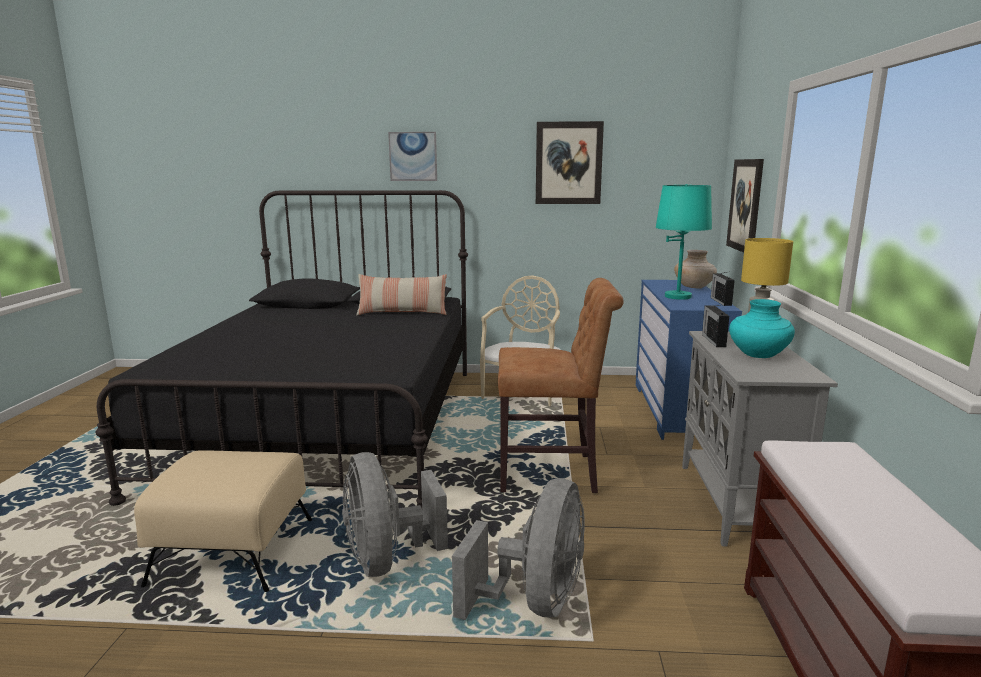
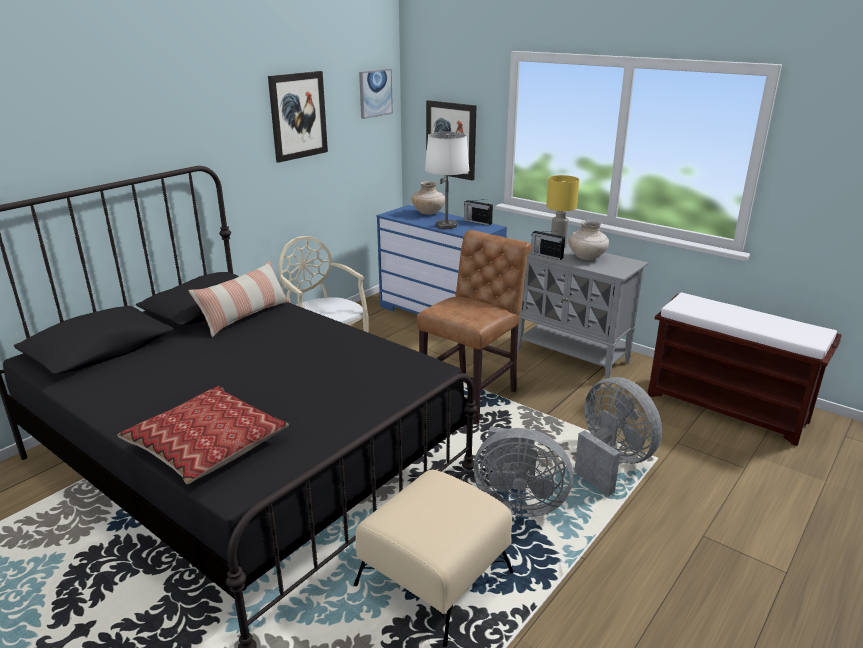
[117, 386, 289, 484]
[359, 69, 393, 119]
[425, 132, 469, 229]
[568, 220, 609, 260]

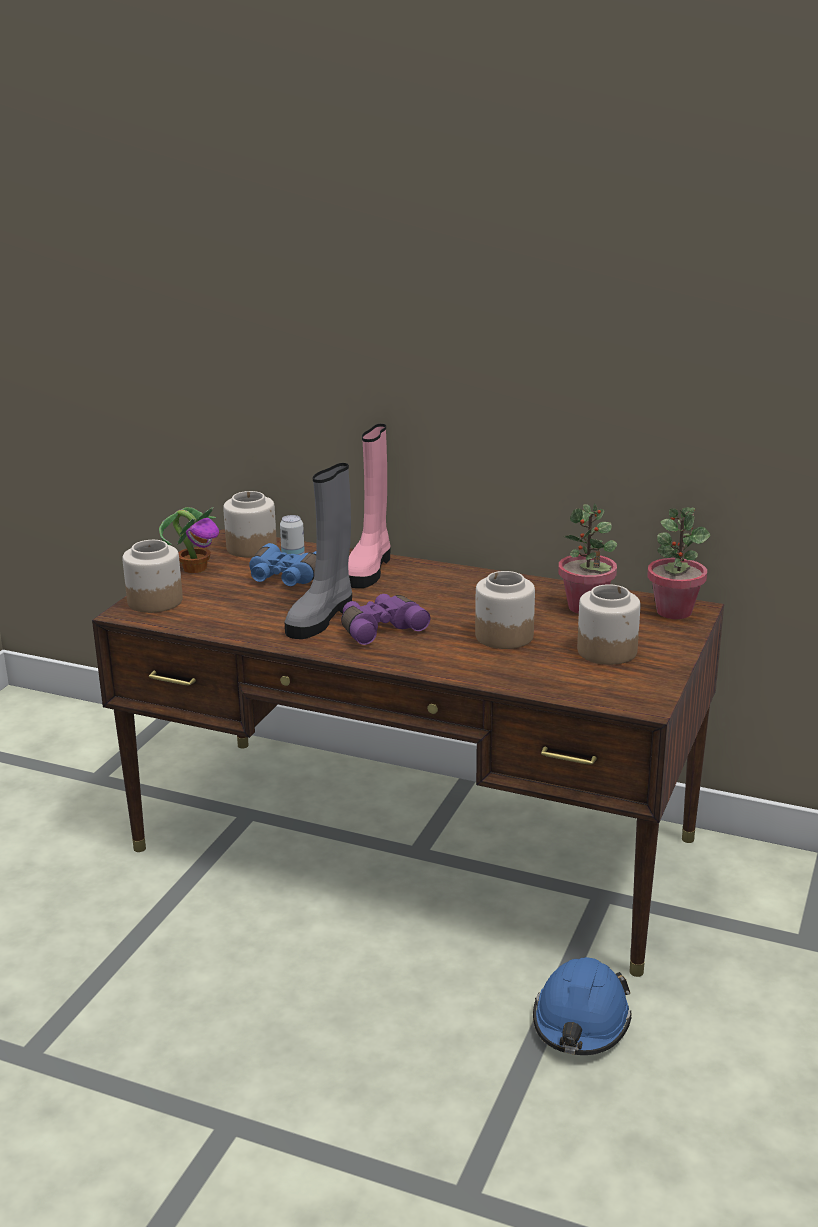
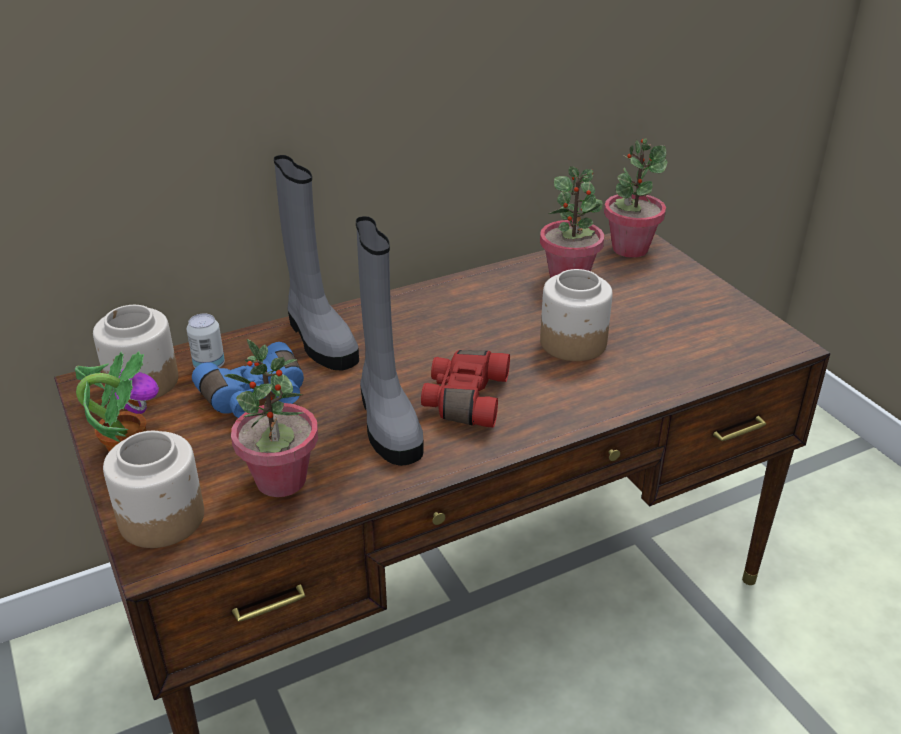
[533, 957, 632, 1055] (first image)
[577, 584, 640, 665] (first image)
[224, 339, 318, 497]
[421, 350, 510, 428]
[274, 155, 359, 371]

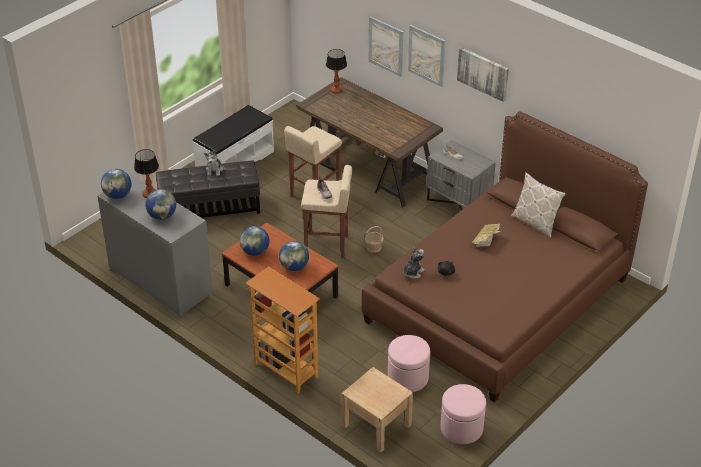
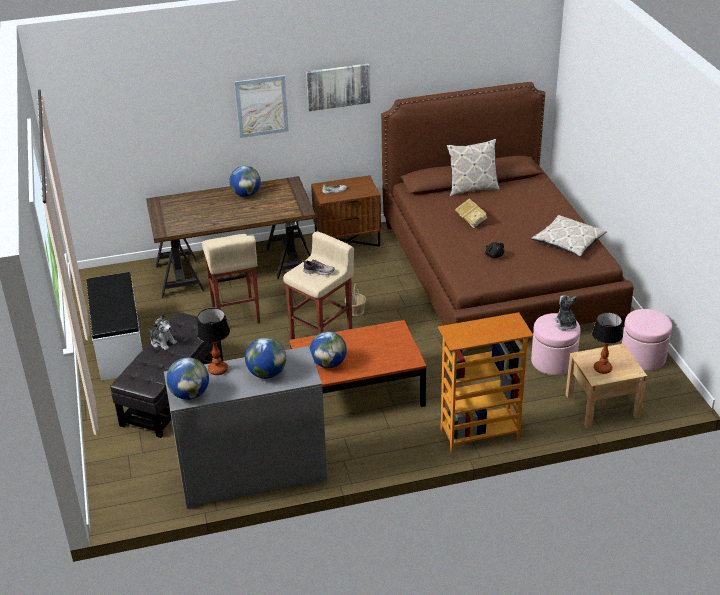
[369, 16, 403, 77] (first image)
[531, 215, 607, 257]
[229, 166, 261, 197]
[592, 312, 623, 374]
[554, 295, 577, 330]
[311, 175, 381, 247]

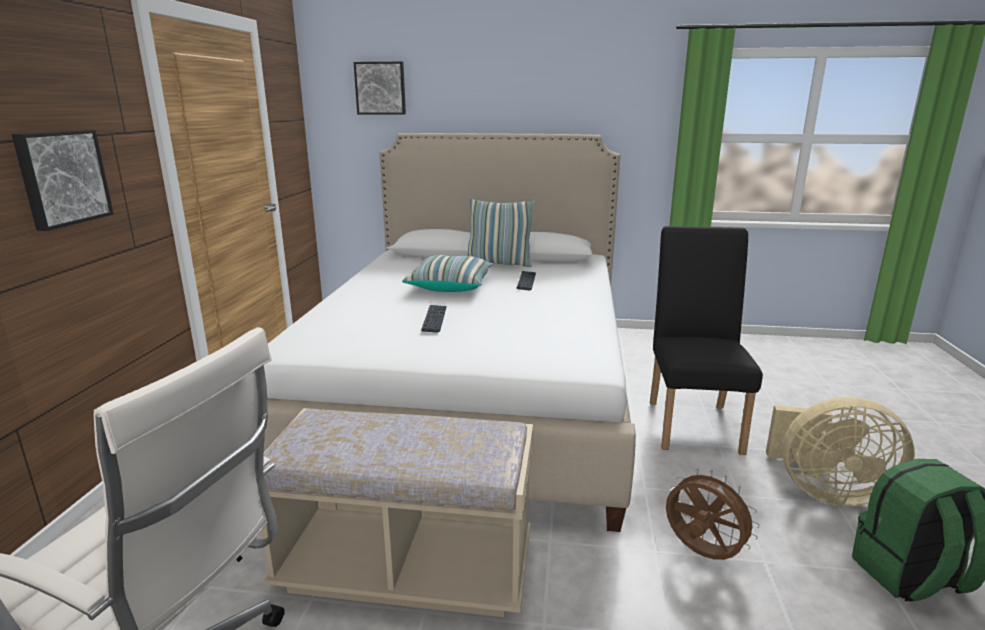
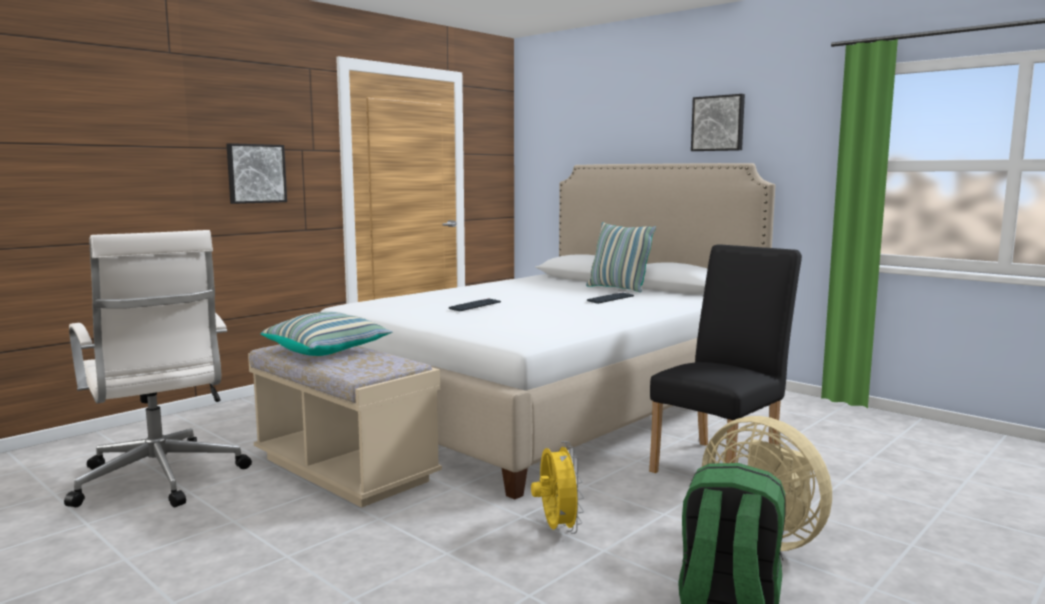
[691, 94, 745, 151]
[261, 312, 393, 356]
[531, 441, 584, 534]

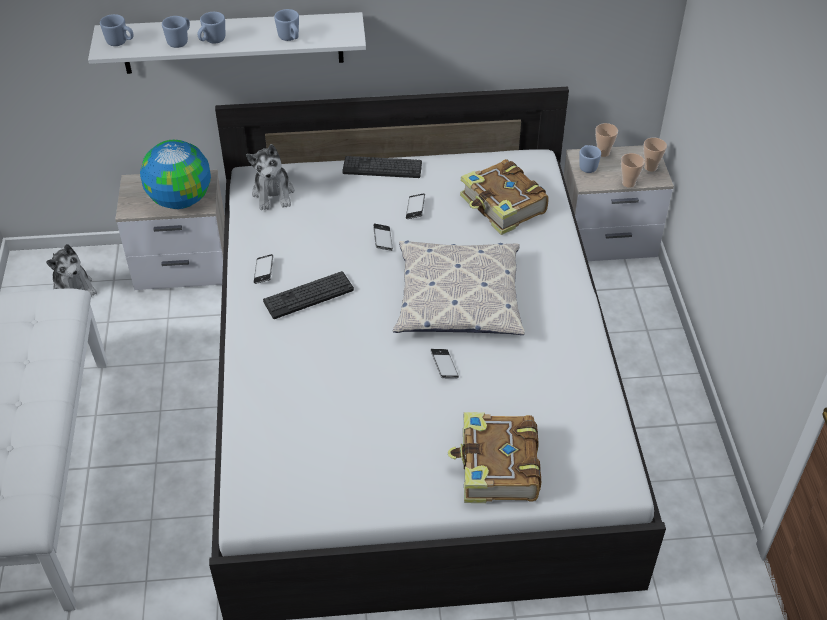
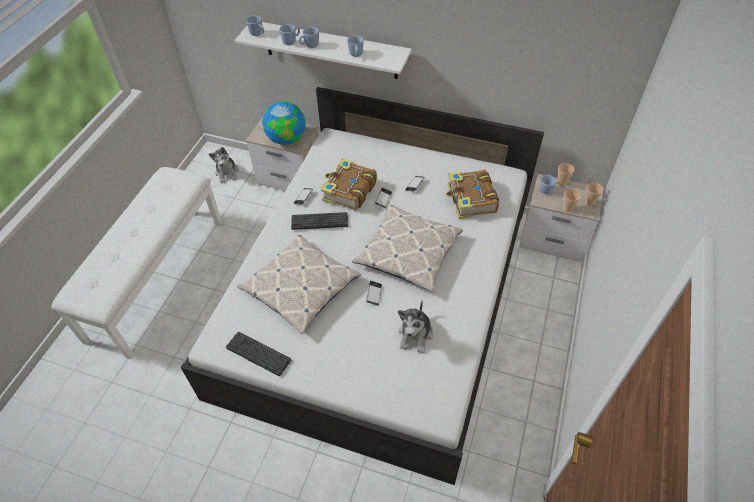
[237, 233, 361, 335]
[398, 301, 433, 353]
[226, 332, 291, 376]
[321, 158, 377, 211]

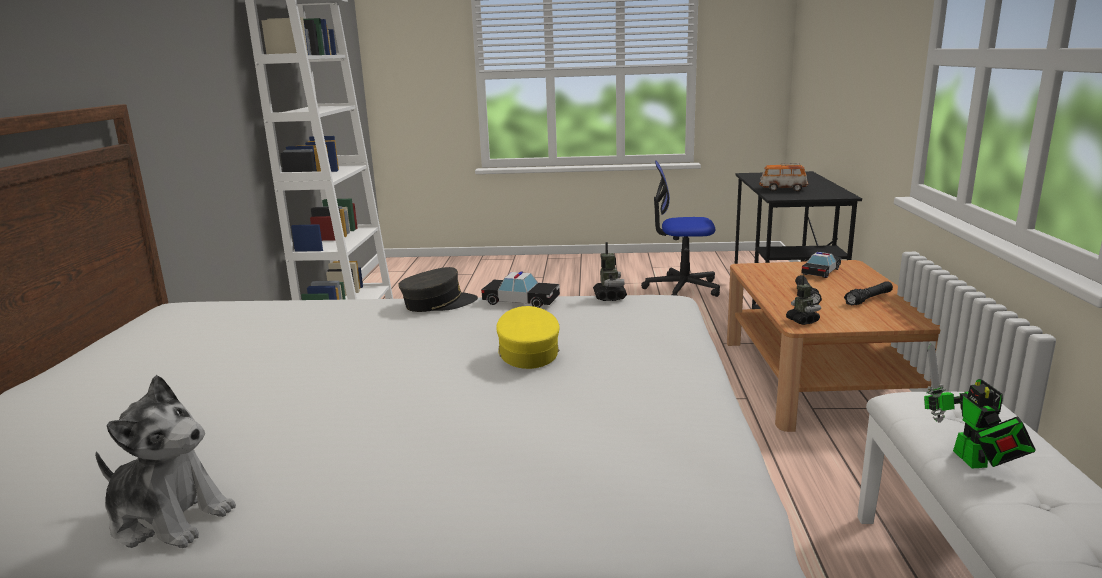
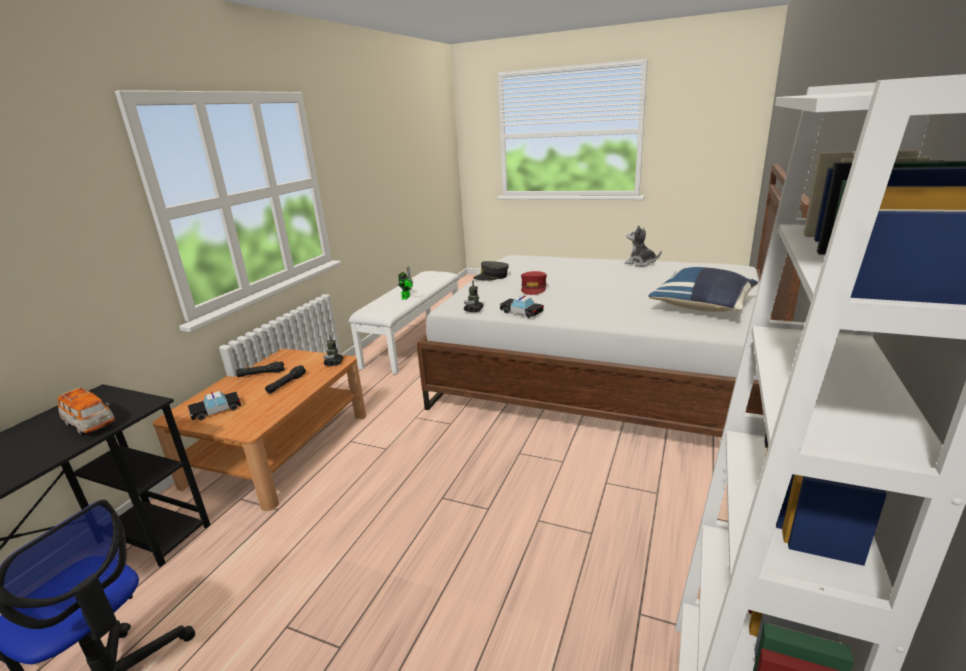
[648, 267, 758, 312]
[473, 261, 509, 281]
[521, 271, 547, 295]

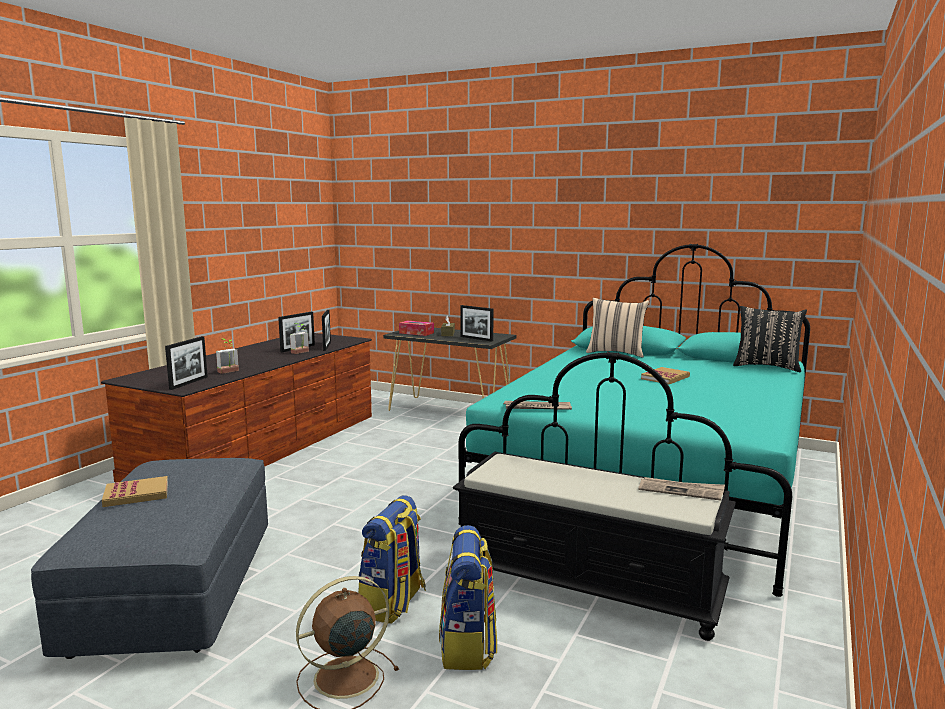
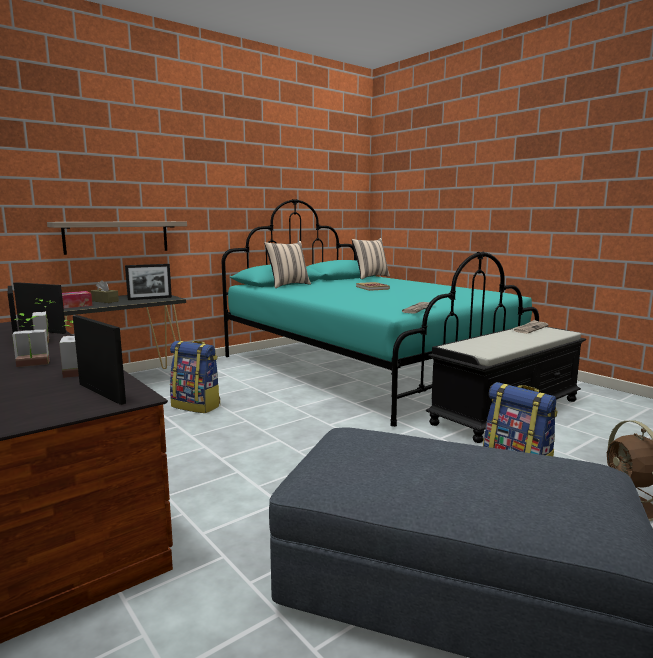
[102, 476, 168, 507] (first image)
[12, 313, 50, 367]
[47, 221, 187, 255]
[170, 341, 220, 413]
[352, 238, 390, 279]

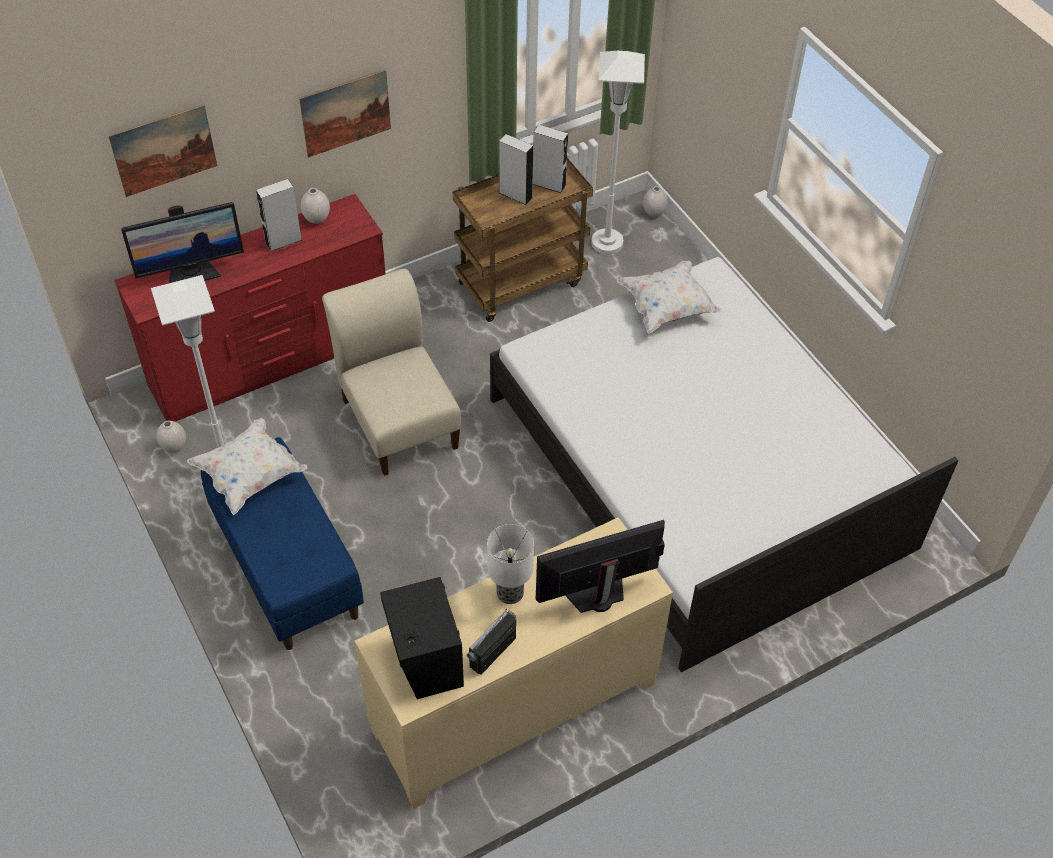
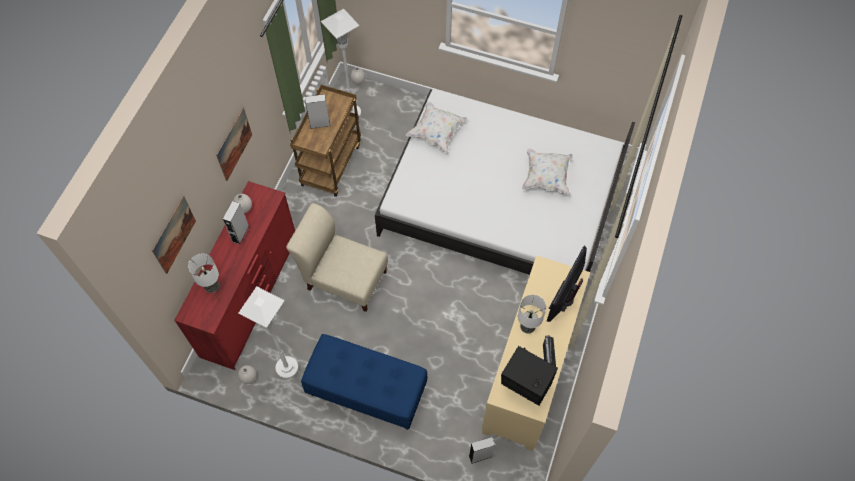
[522, 148, 573, 195]
[469, 437, 495, 464]
[188, 253, 219, 293]

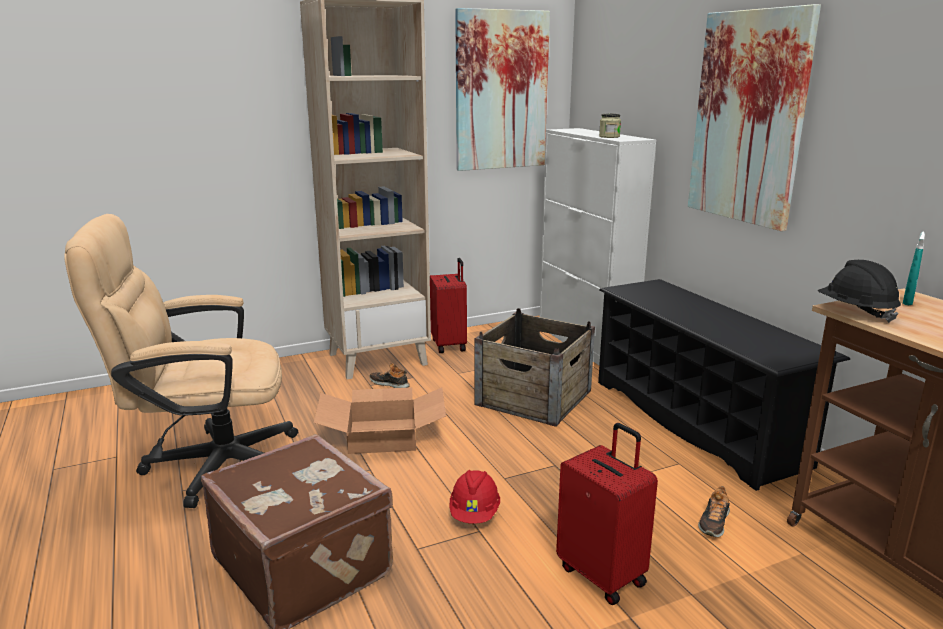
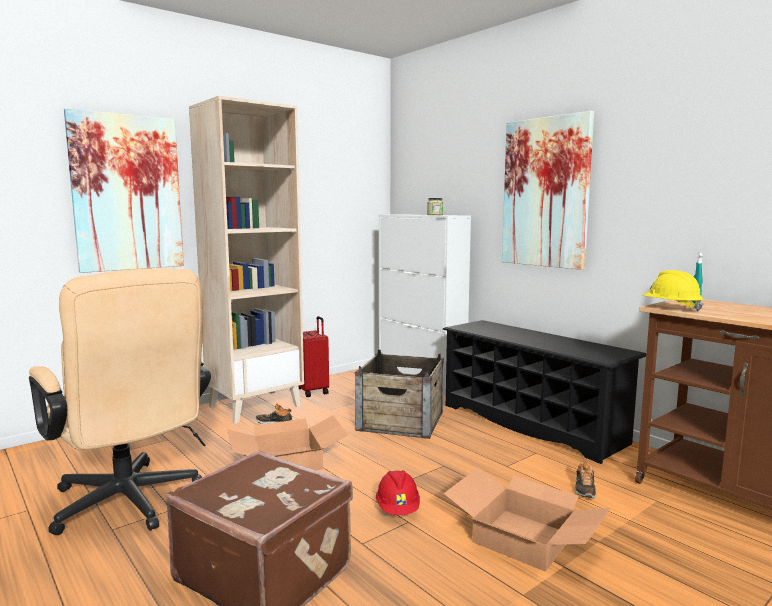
[64, 108, 184, 273]
[444, 467, 611, 572]
[642, 270, 703, 312]
[29, 268, 211, 535]

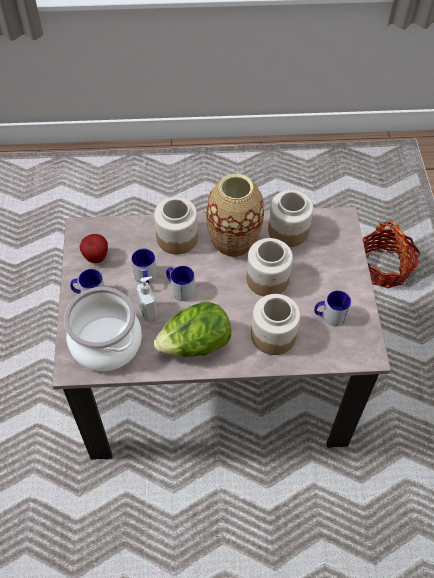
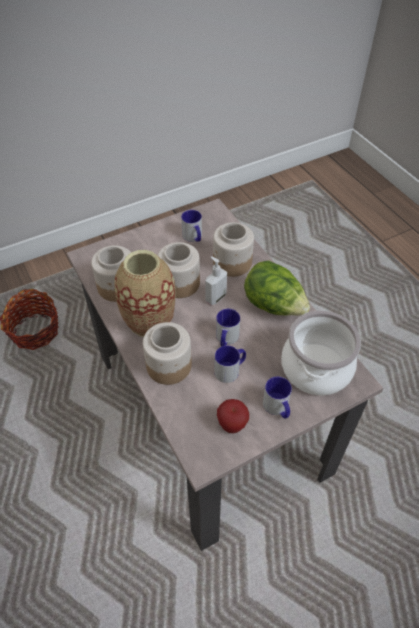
[205, 256, 227, 305]

